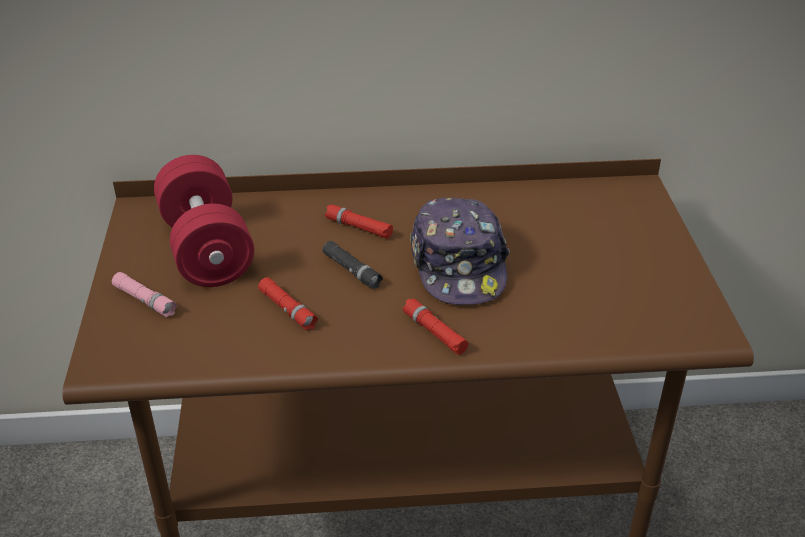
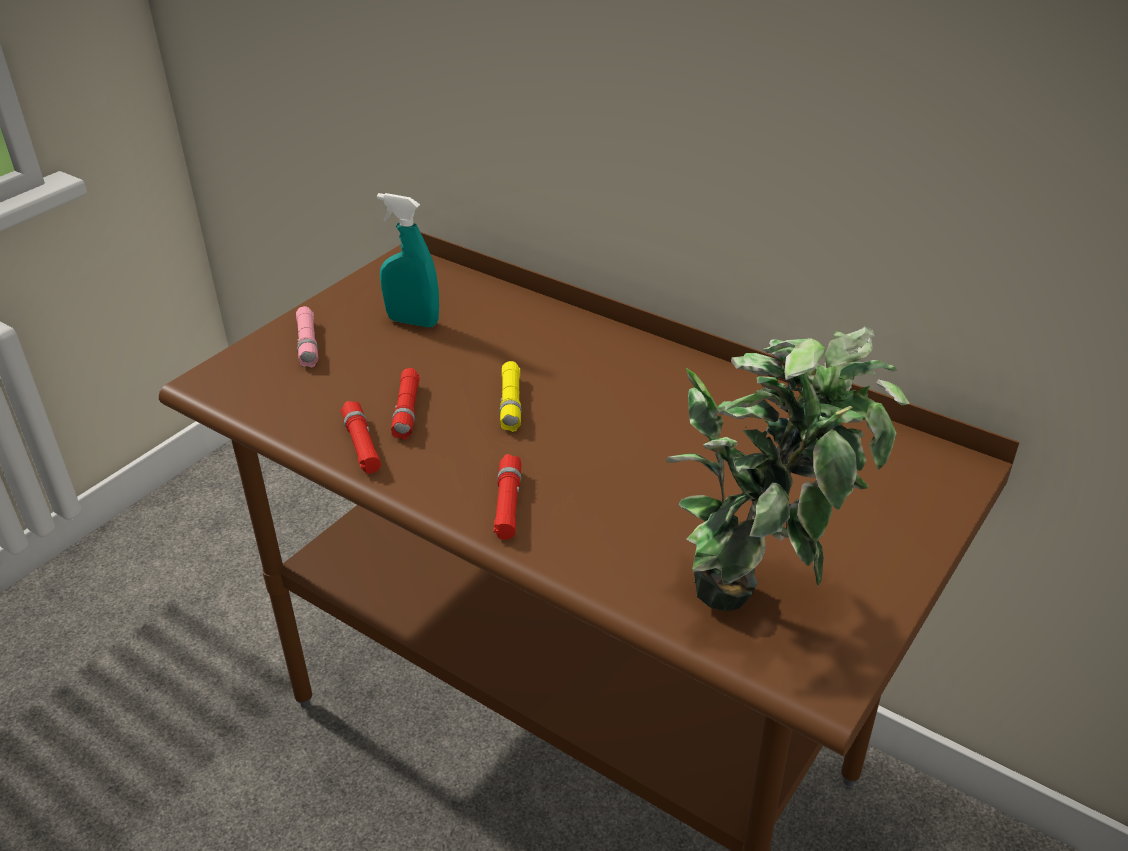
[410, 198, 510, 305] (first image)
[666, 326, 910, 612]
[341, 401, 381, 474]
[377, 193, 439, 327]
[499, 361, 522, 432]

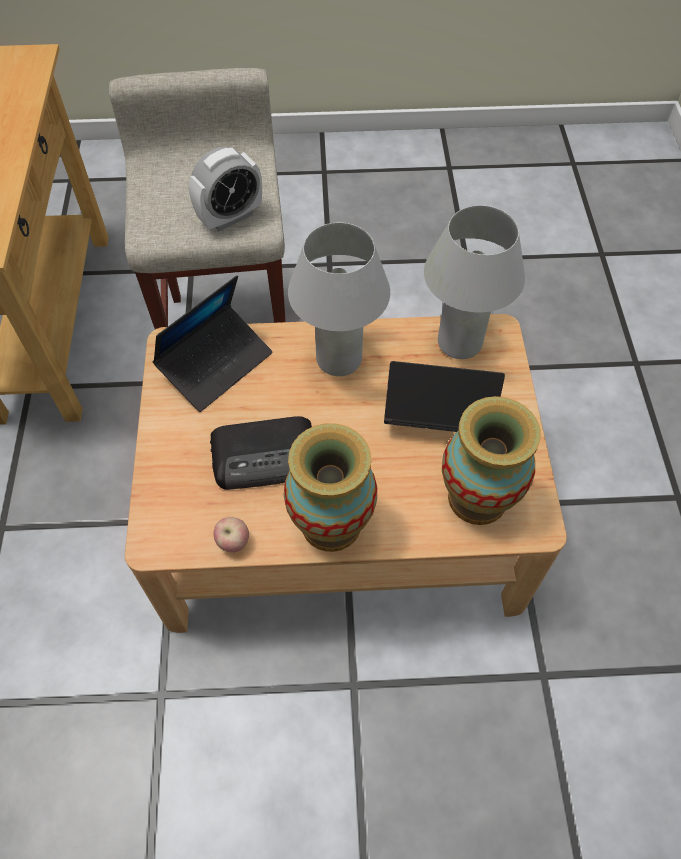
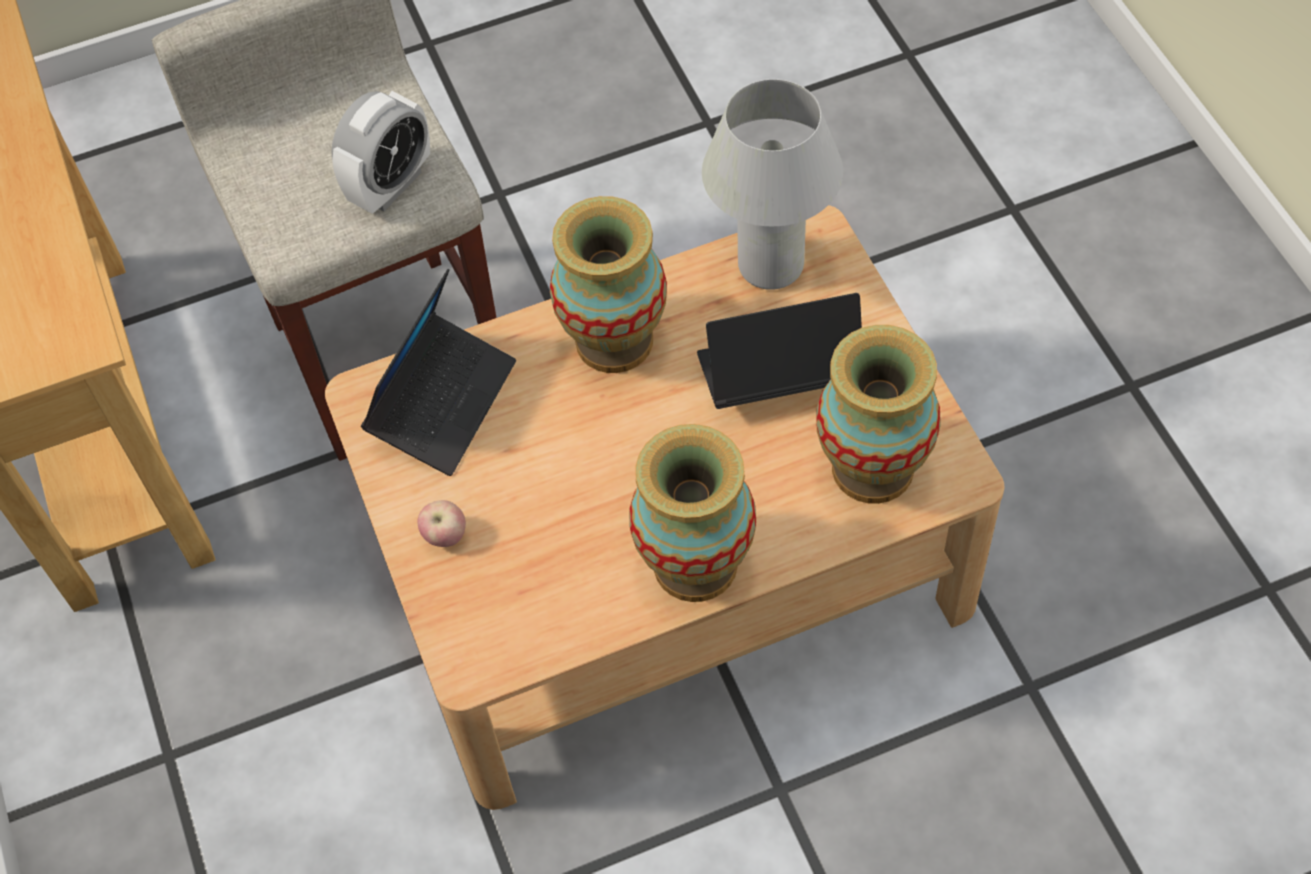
[210, 416, 312, 490] (first image)
[418, 500, 466, 547]
[550, 196, 667, 373]

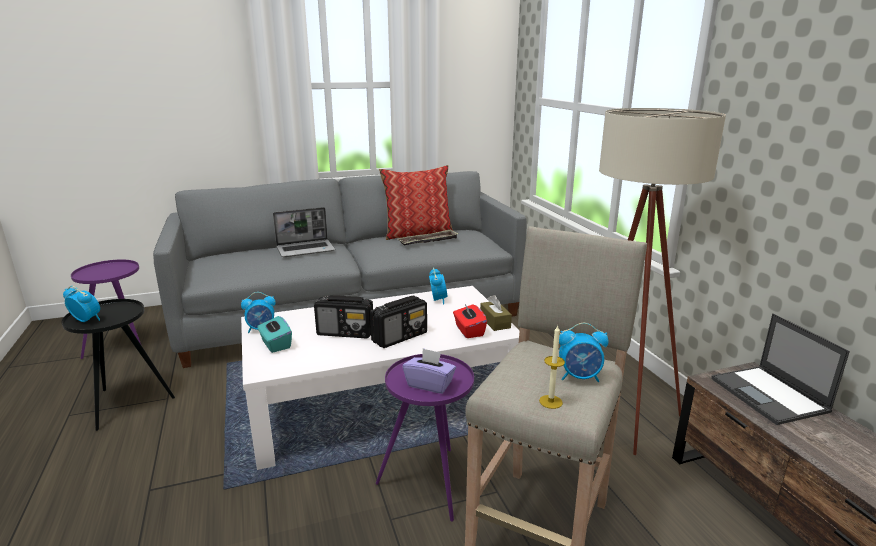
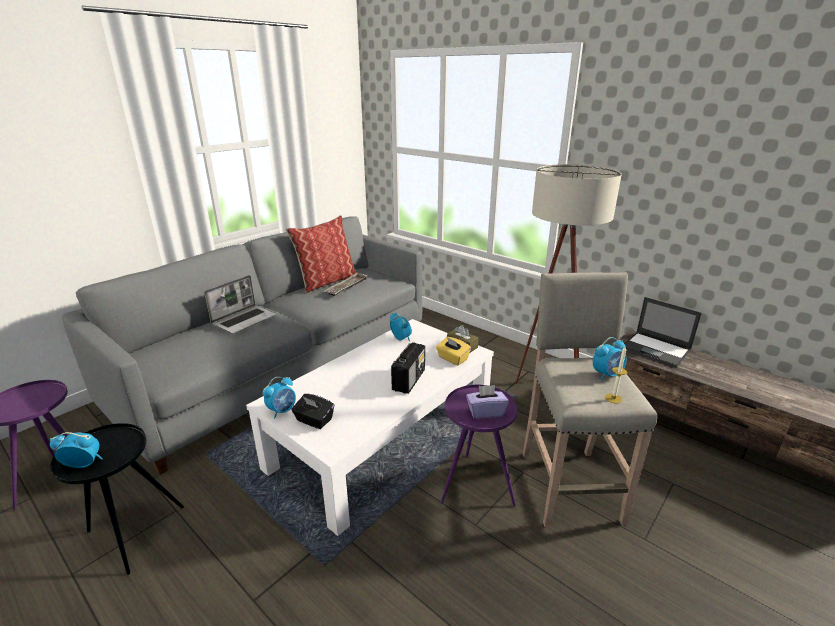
[314, 295, 373, 338] (first image)
[291, 394, 334, 429]
[436, 337, 471, 365]

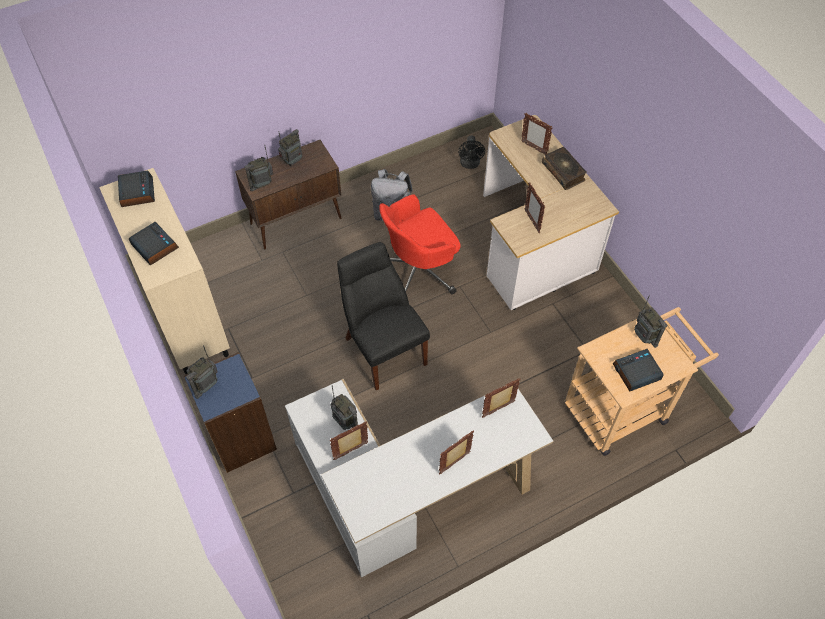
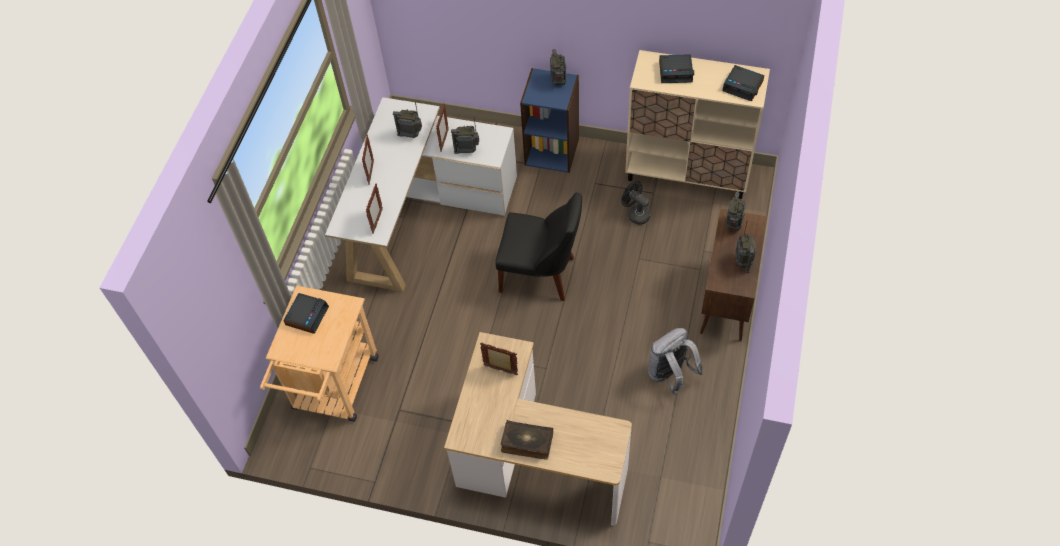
[379, 195, 461, 294] (first image)
[521, 113, 553, 155] (first image)
[621, 181, 650, 225]
[393, 101, 422, 138]

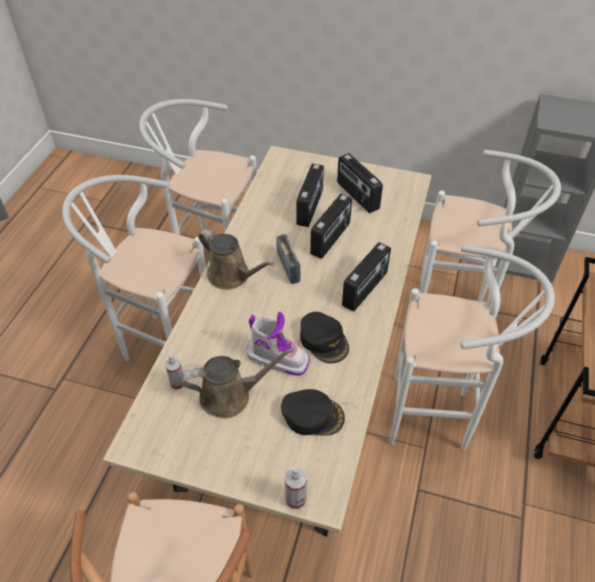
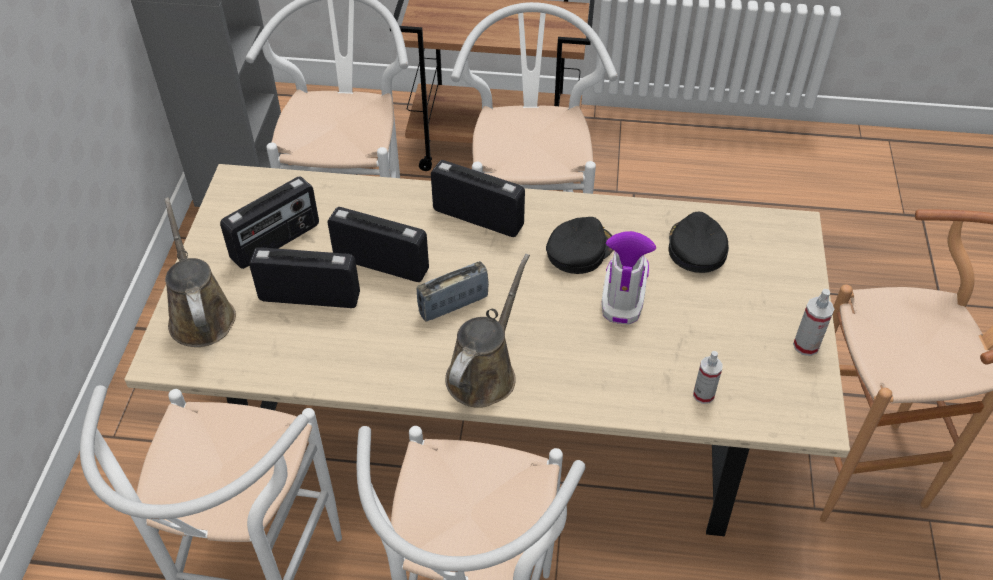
[165, 197, 236, 347]
[793, 289, 834, 356]

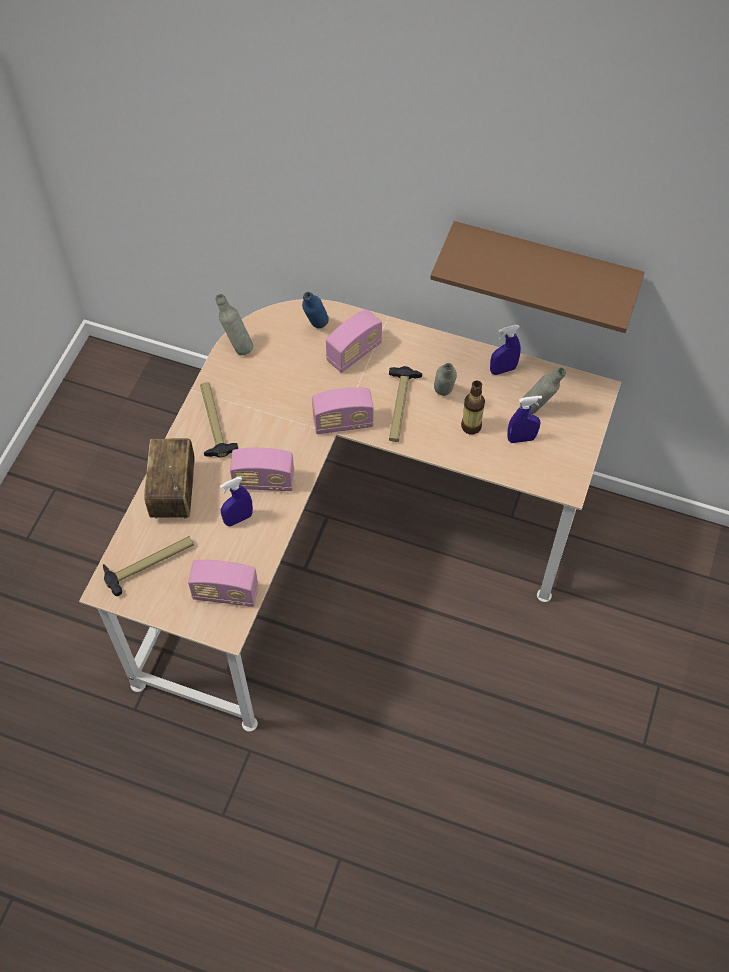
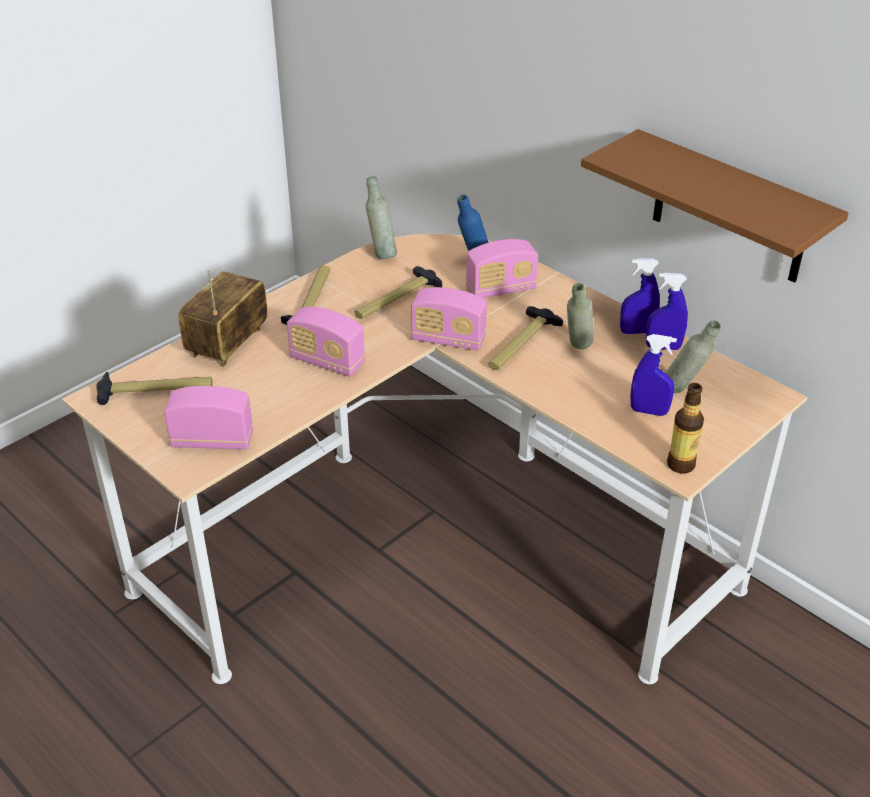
[355, 266, 442, 319]
[620, 258, 660, 334]
[667, 383, 704, 474]
[164, 386, 253, 450]

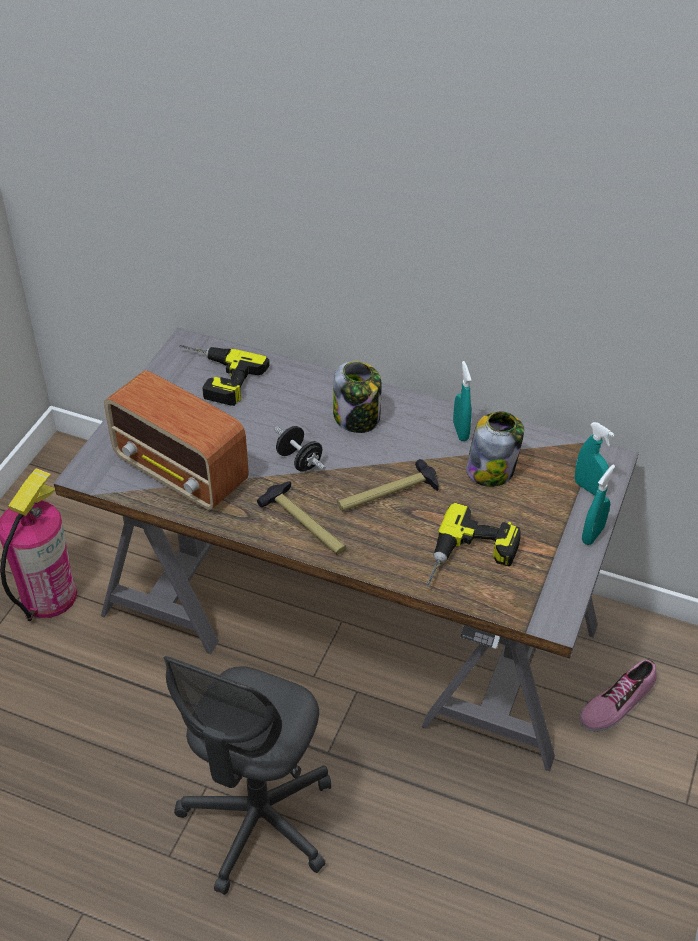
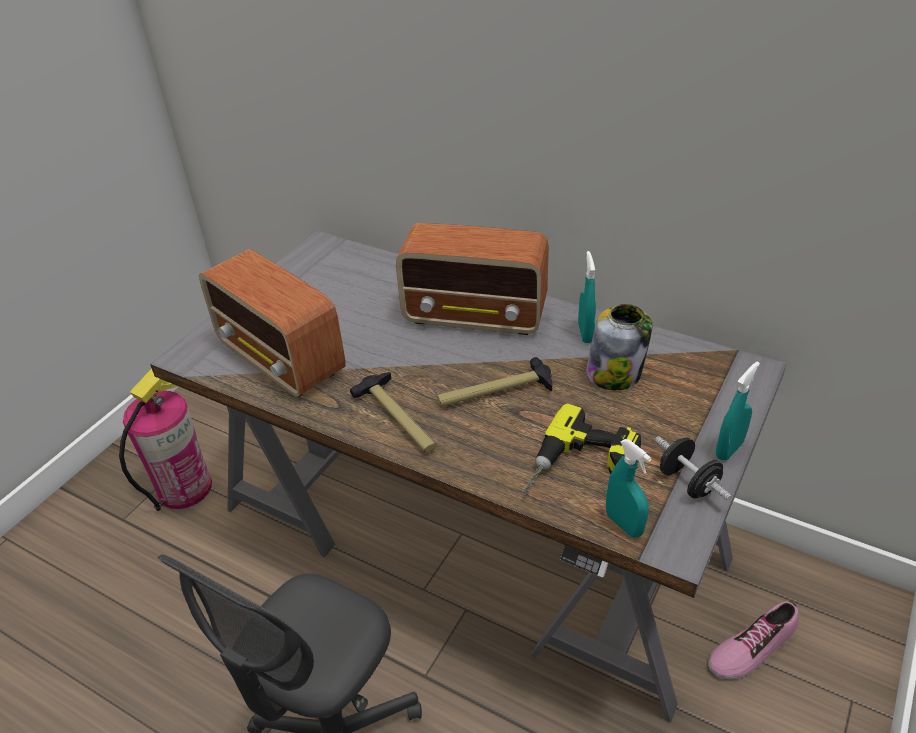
[179, 345, 270, 406] (first image)
[655, 436, 732, 501]
[606, 439, 652, 538]
[396, 223, 549, 335]

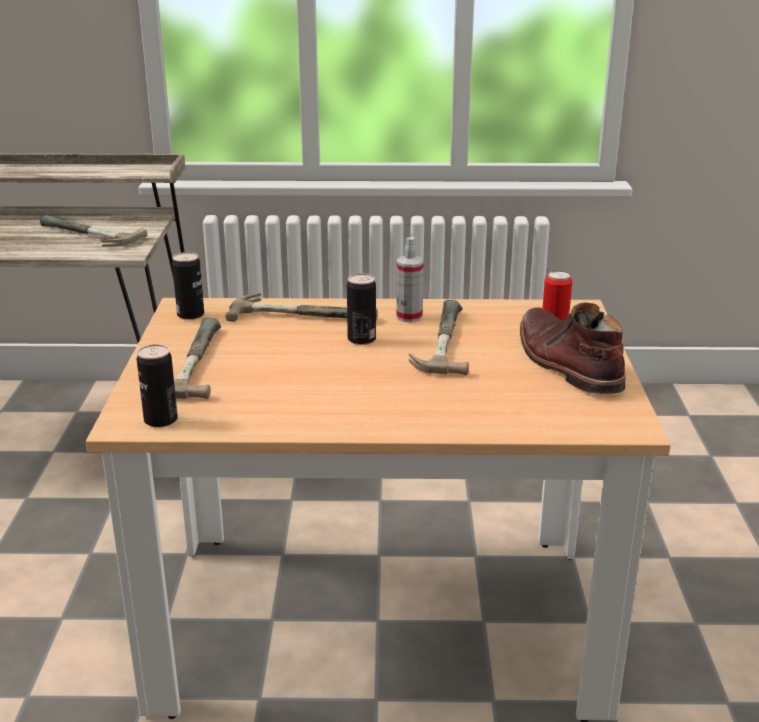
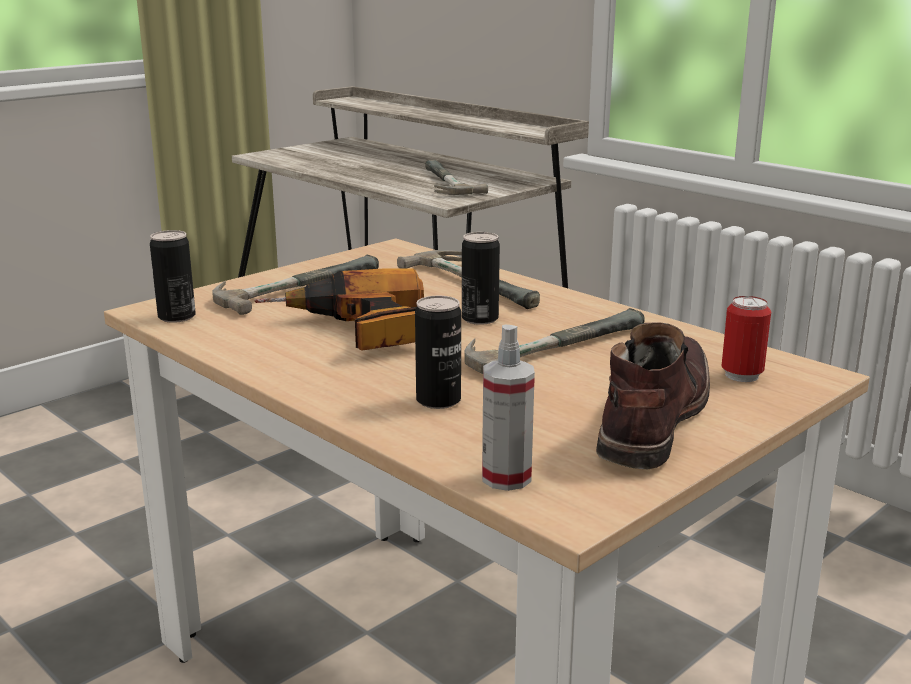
[255, 269, 424, 351]
[415, 296, 461, 409]
[482, 325, 535, 491]

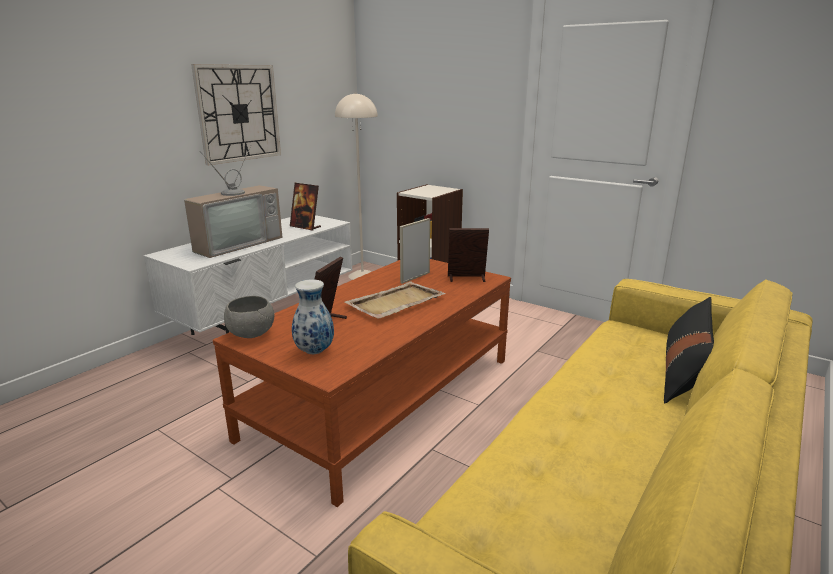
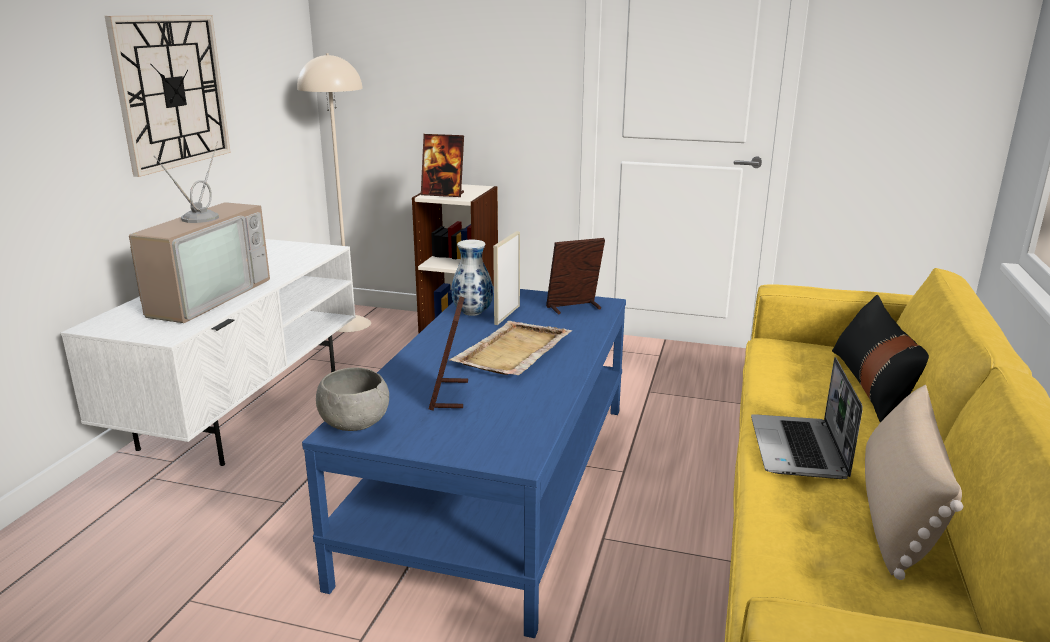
[751, 357, 863, 479]
[865, 385, 963, 580]
[421, 134, 464, 197]
[451, 240, 493, 316]
[302, 286, 626, 638]

